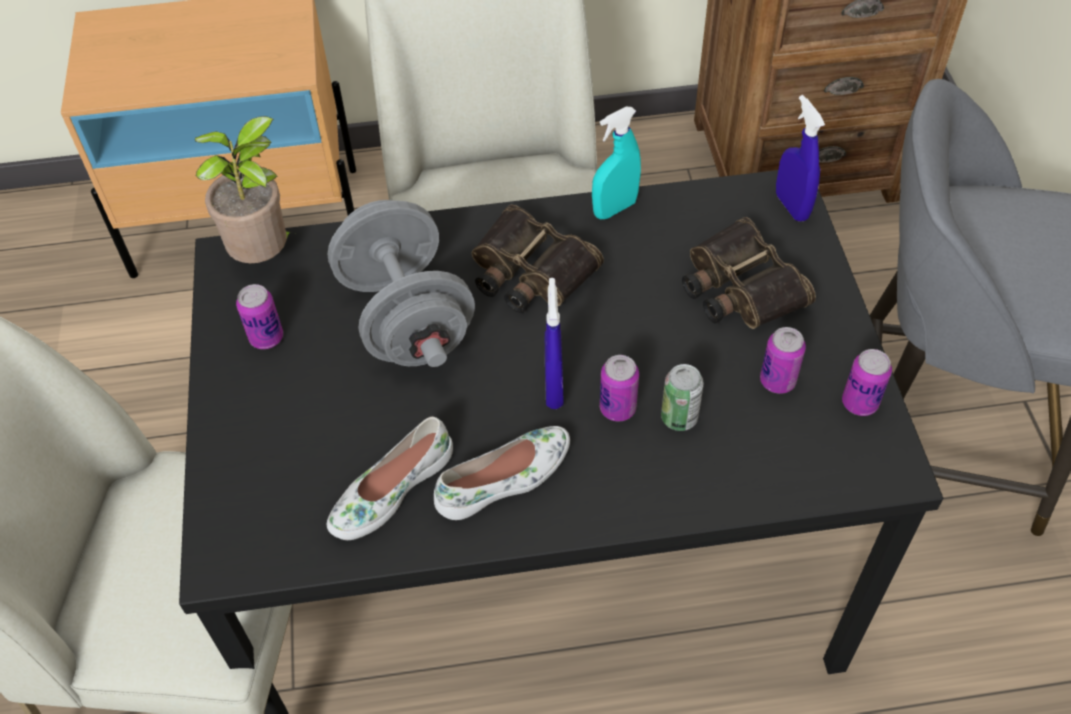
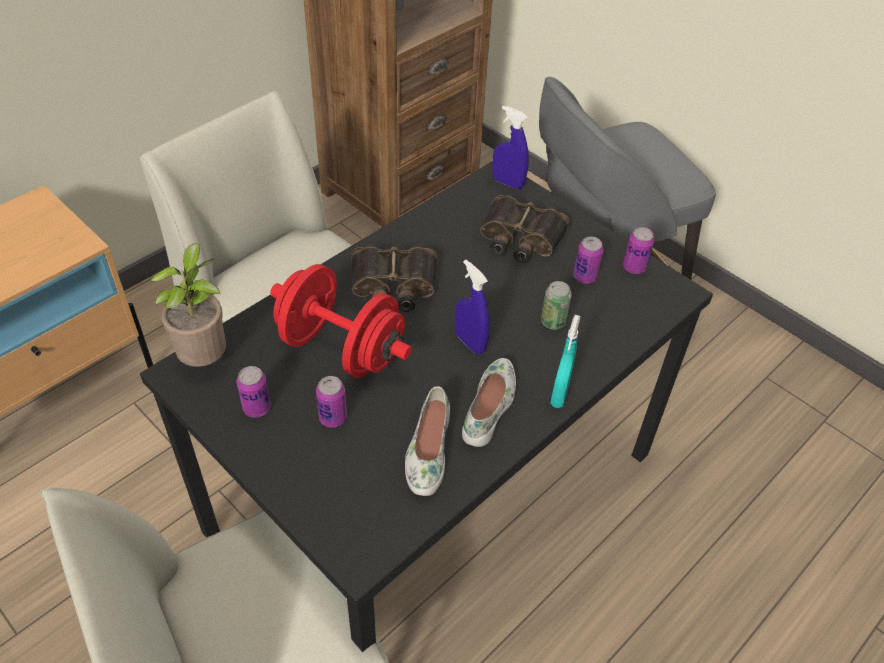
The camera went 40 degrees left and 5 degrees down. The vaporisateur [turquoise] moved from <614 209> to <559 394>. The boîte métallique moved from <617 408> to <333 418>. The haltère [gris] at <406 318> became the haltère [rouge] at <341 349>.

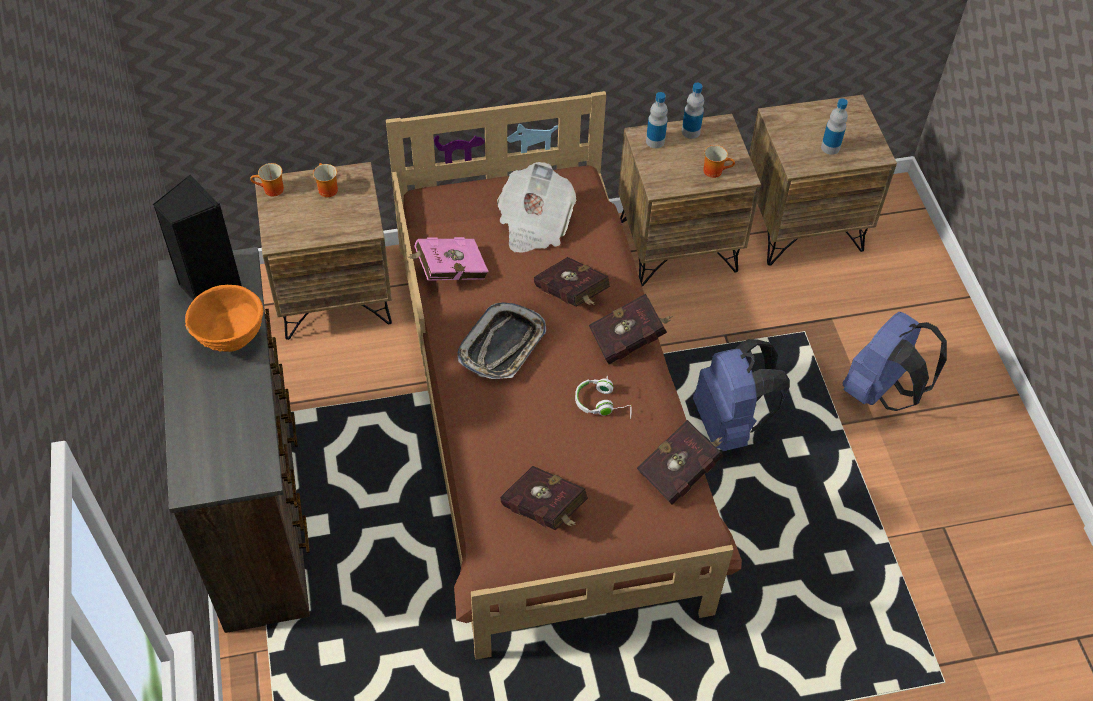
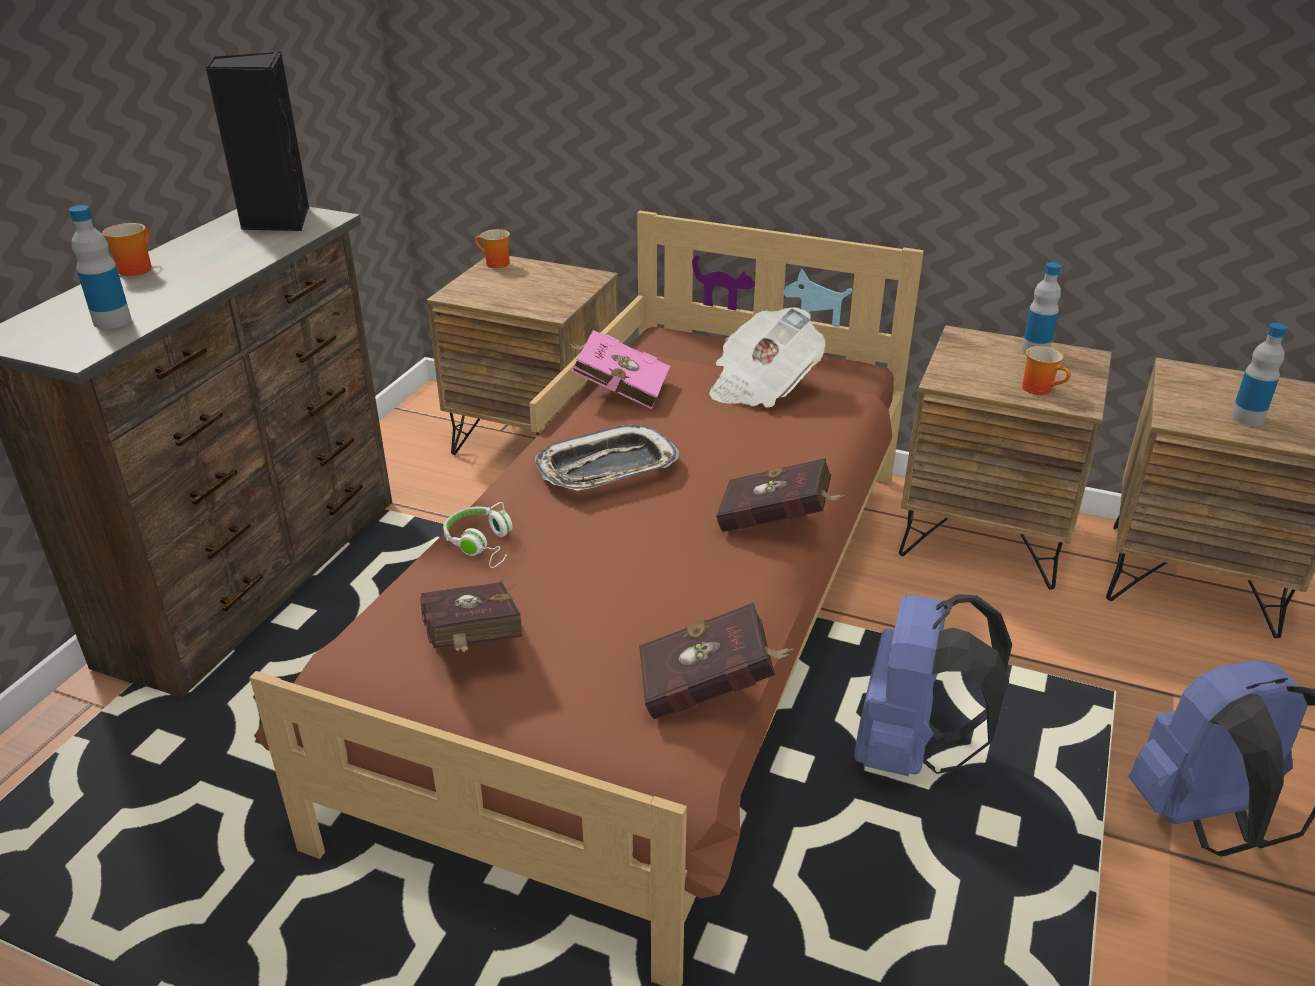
The camera went 35 degrees right and 20 degrees down. The bol [orange] at <231 339> disappeared. The livre [rouge] at <572 296> disappeared. The mug moved from <325 189> to <135 268>. The casque audio [blanc] moved from <602 403> to <483 544>. The bouteille moved from <655 141> to <112 321>.

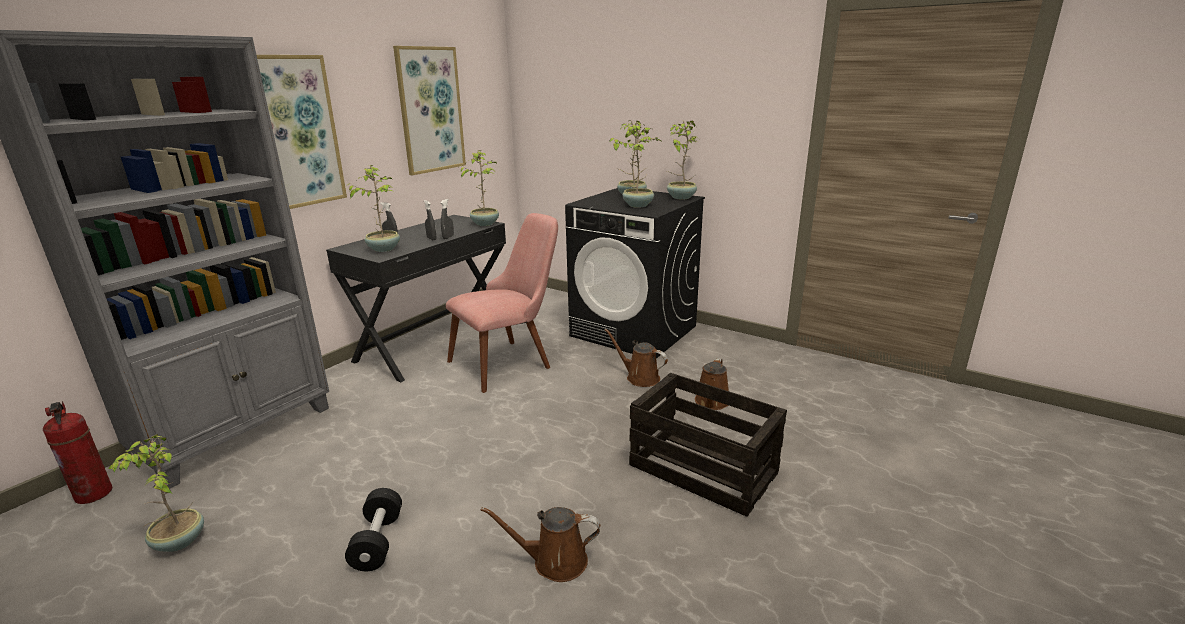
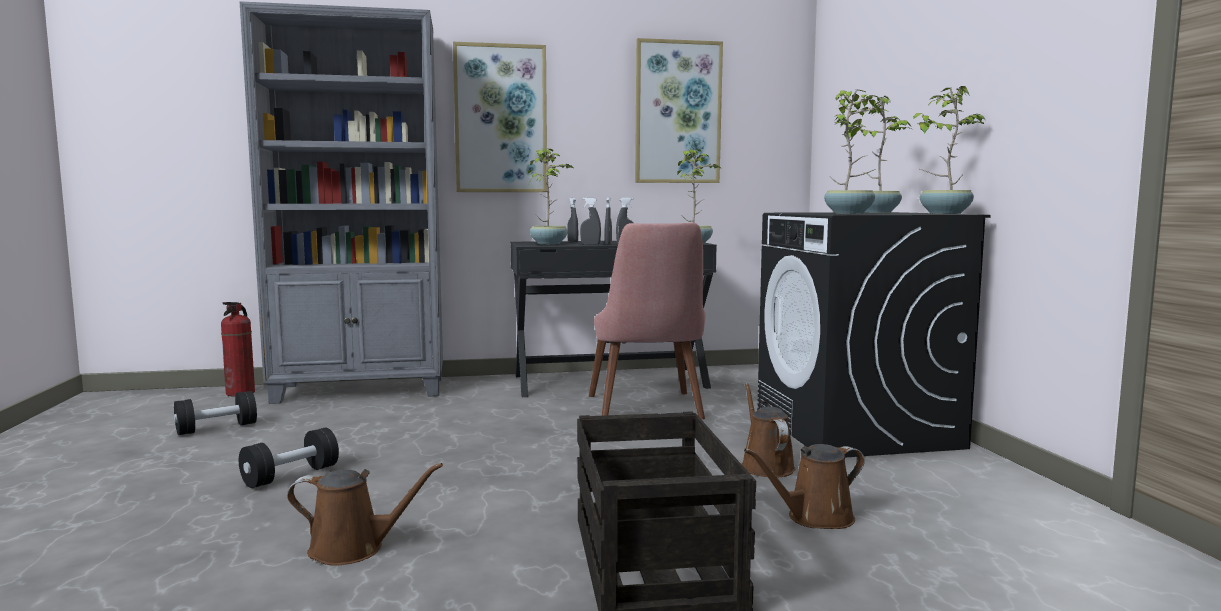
The camera went 45 degrees right and 15 degrees down. The vaporisateur [gris] at <590 245> appeared. The plante en pot at <178 542> was replaced by the haltère [noir] at <217 428>. The chaise [rose] at <510 360> turned 75 degrees clockwise. The arrosoir [marron] at <554 561> turned 135 degrees clockwise.

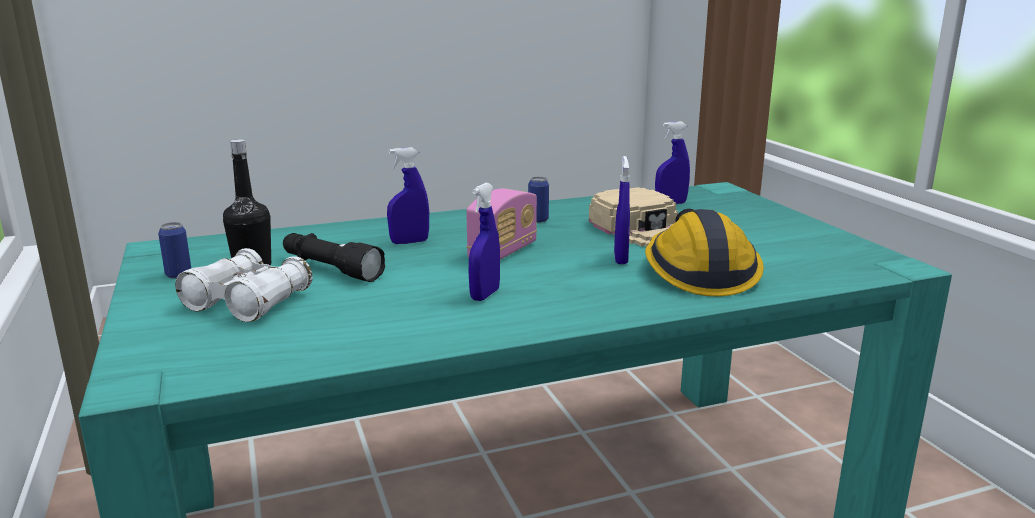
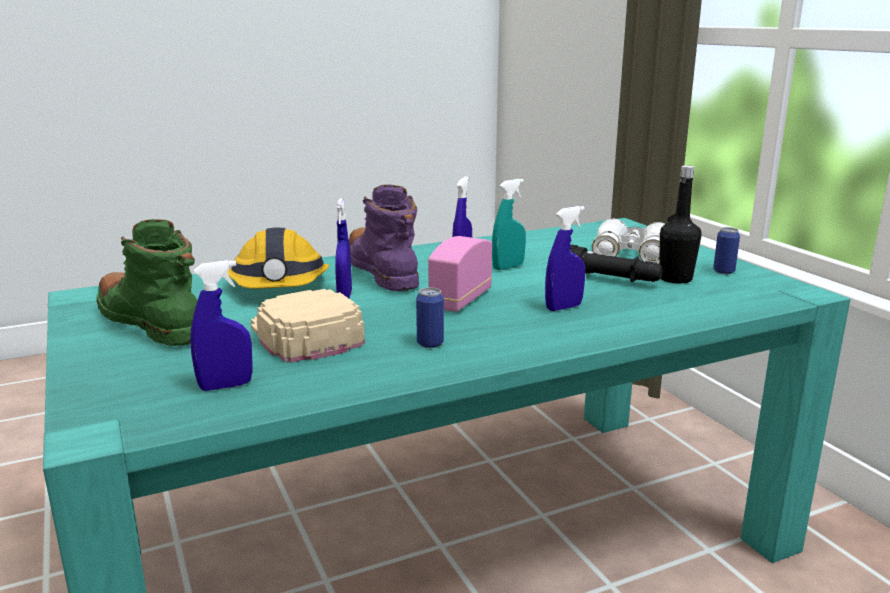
The camera went 175 degrees right and 0 degrees up. The botte [vert] at <152 324> appeared. The botte [violet] at <383 272> appeared. The vaporisateur [turquoise] at <508 267> appeared.

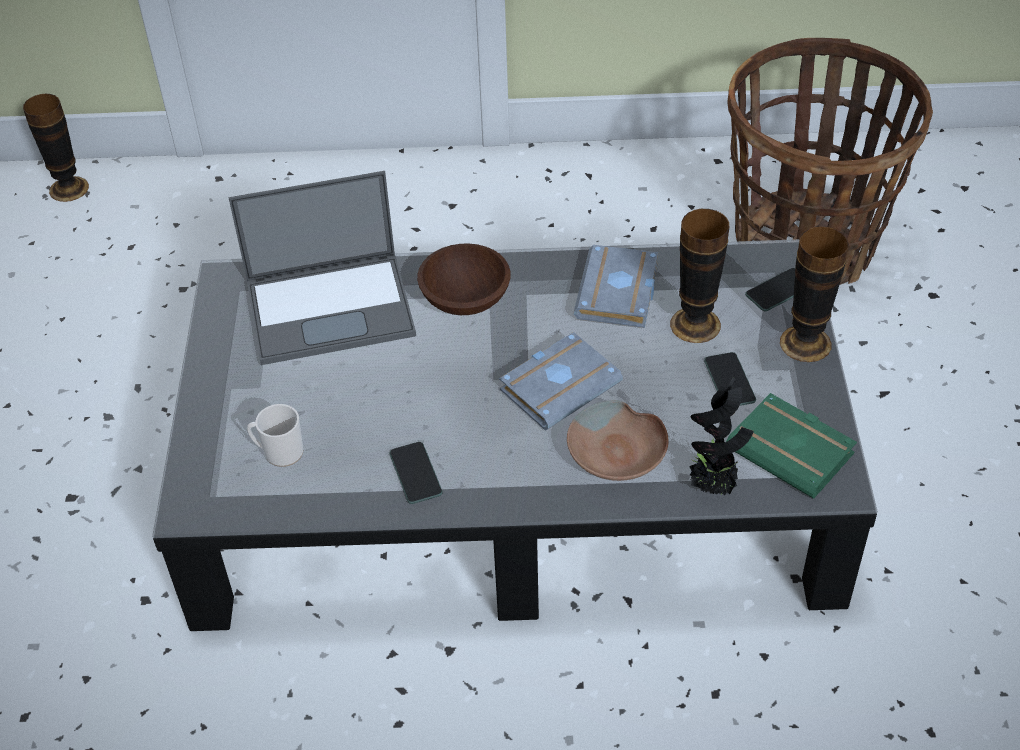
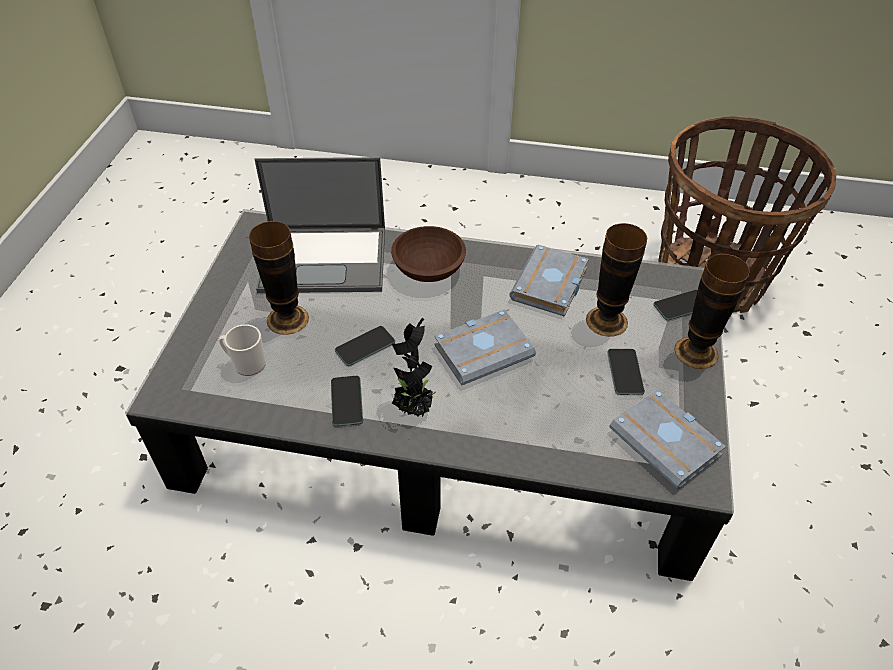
The camera went 10 degrees right and 0 degrees up. The bol [marron] at <618 454> disappeared. The téléphone at <365 346> appeared. The vase moved from <69 188> to <287 319>. The plante en pot moved from <714 487> to <415 408>. The livre [vert] at <793 451> became the livre [gris] at <668 443>.

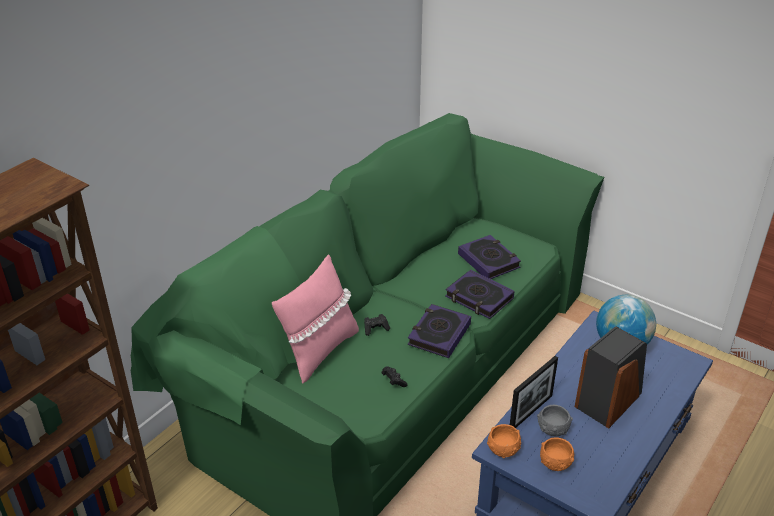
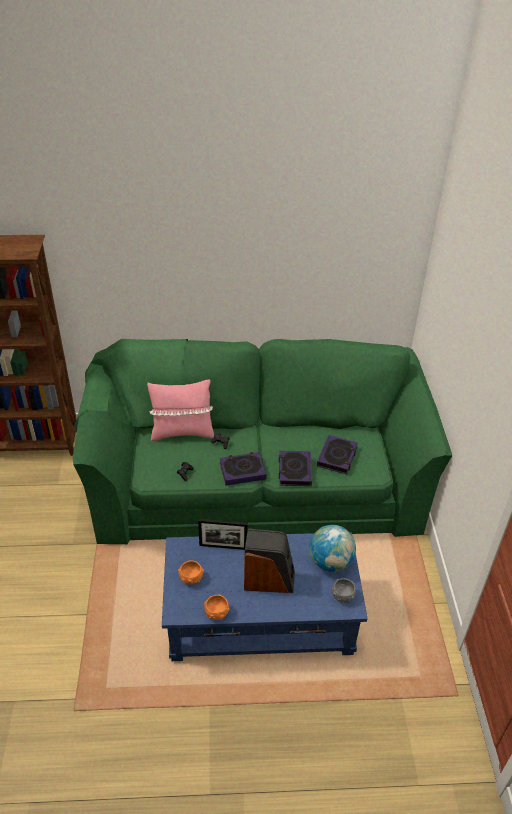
The camera went 50 degrees right and 5 degrees up. The bol [orange] moved from <503 449> to <217 612>. The bol [gris] moved from <553 429> to <343 596>.

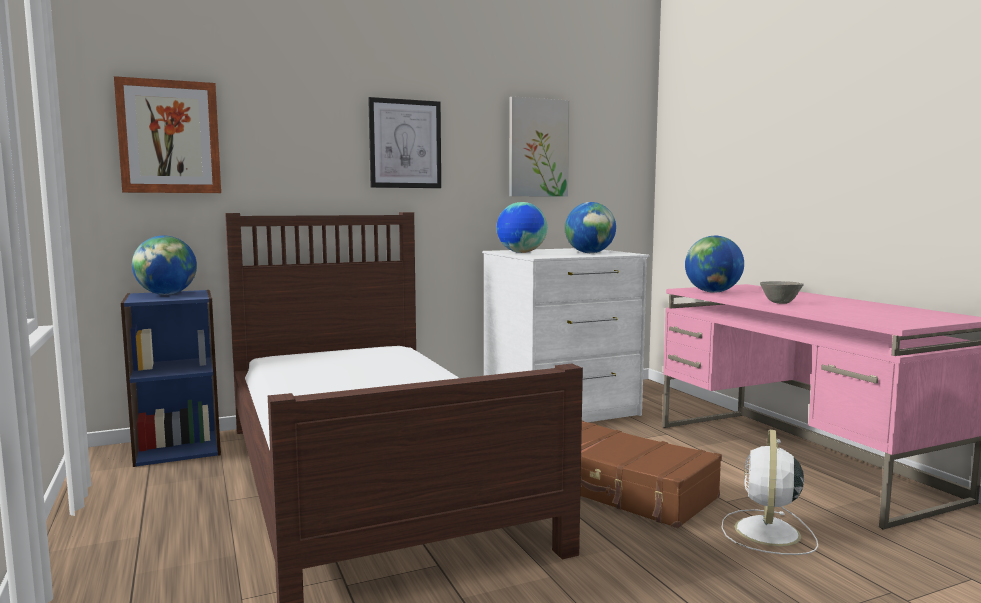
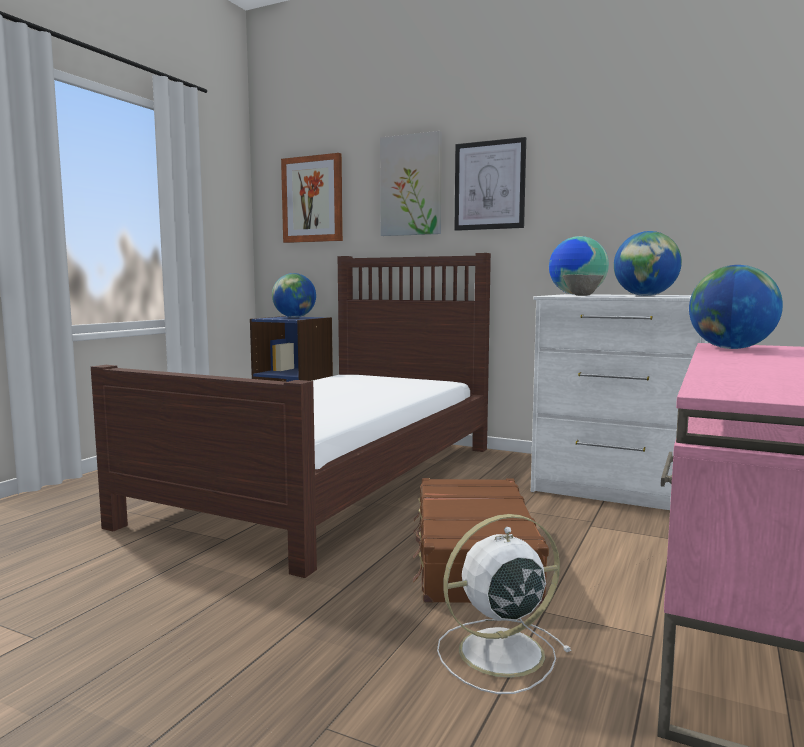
The camera went 50 degrees right and 0 degrees up. The tableau moved from <538 148> to <411 185>. The bol [gris] moved from <780 303> to <582 295>.

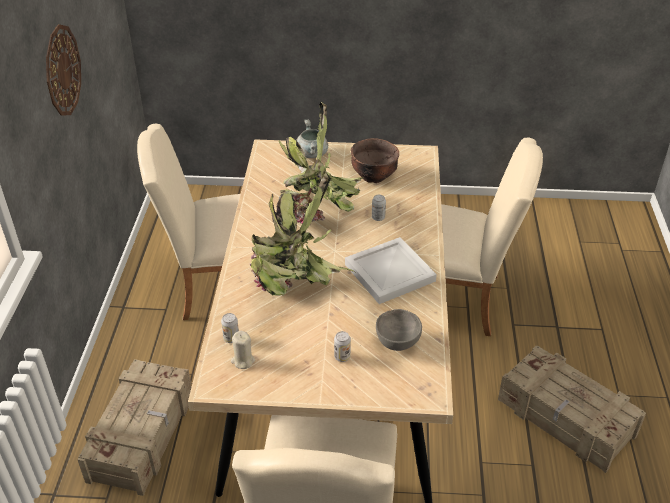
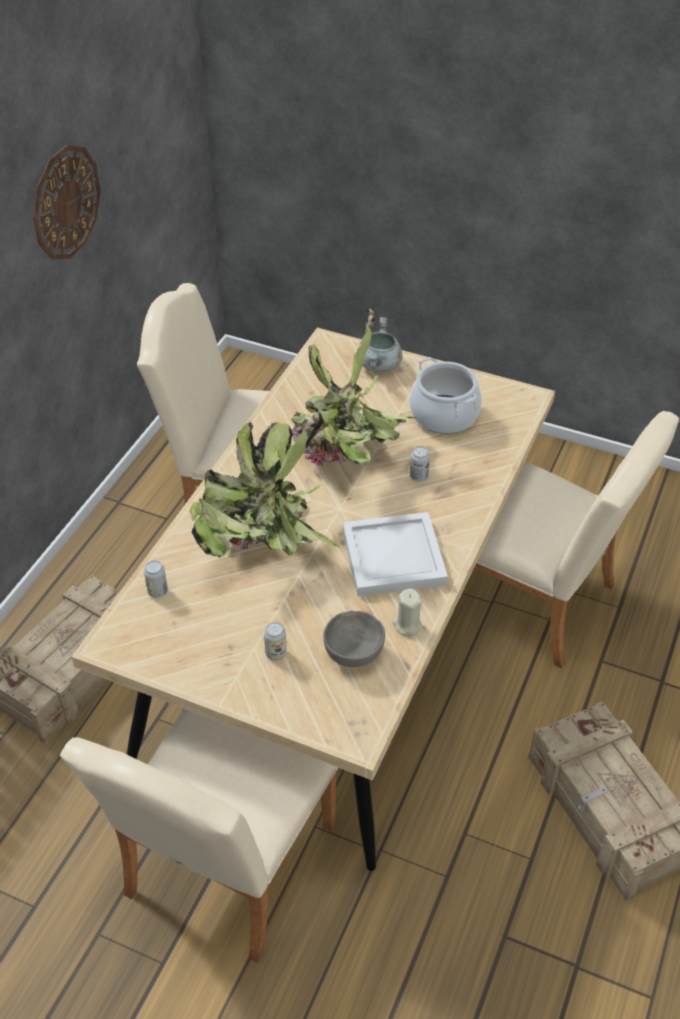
The camera went 20 degrees right and 5 degrees up. The bougie [beige] moved from <243 361> to <407 625>. The bol [marron] at <373 176> was replaced by the marmite at <443 415>.

